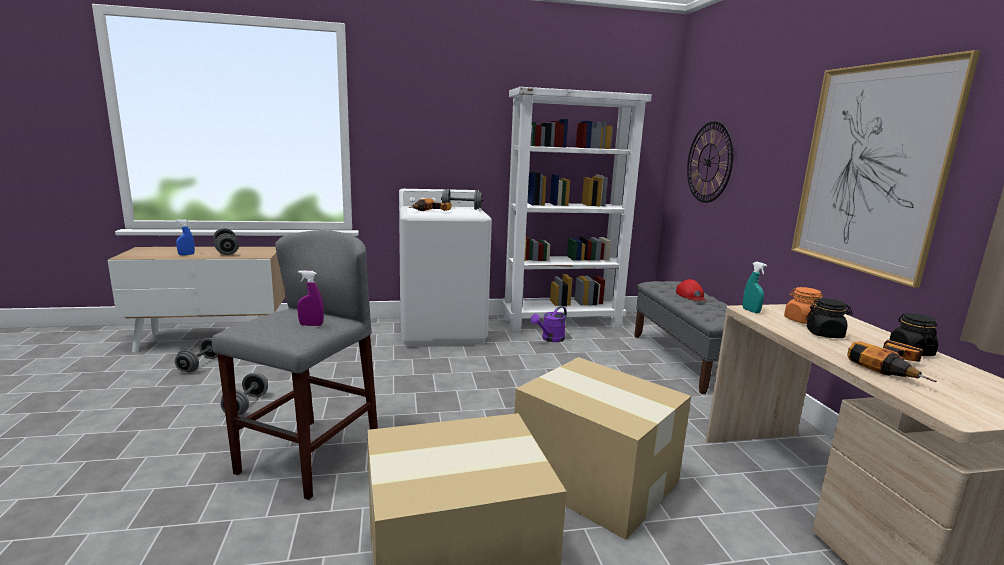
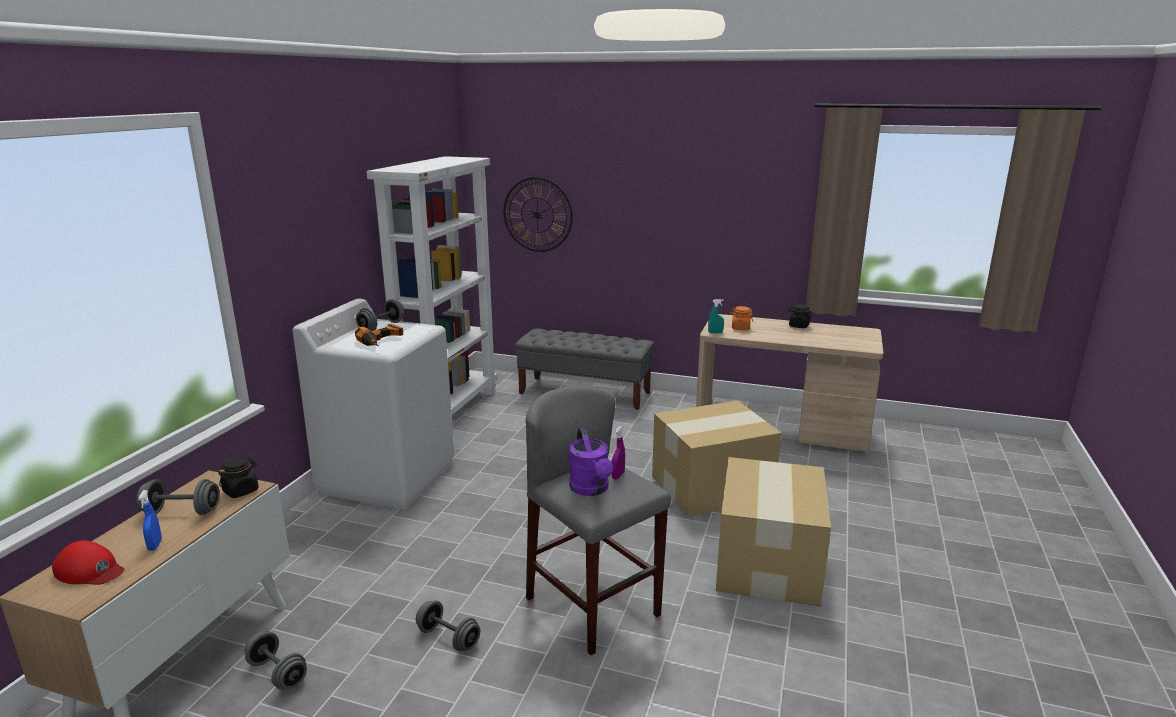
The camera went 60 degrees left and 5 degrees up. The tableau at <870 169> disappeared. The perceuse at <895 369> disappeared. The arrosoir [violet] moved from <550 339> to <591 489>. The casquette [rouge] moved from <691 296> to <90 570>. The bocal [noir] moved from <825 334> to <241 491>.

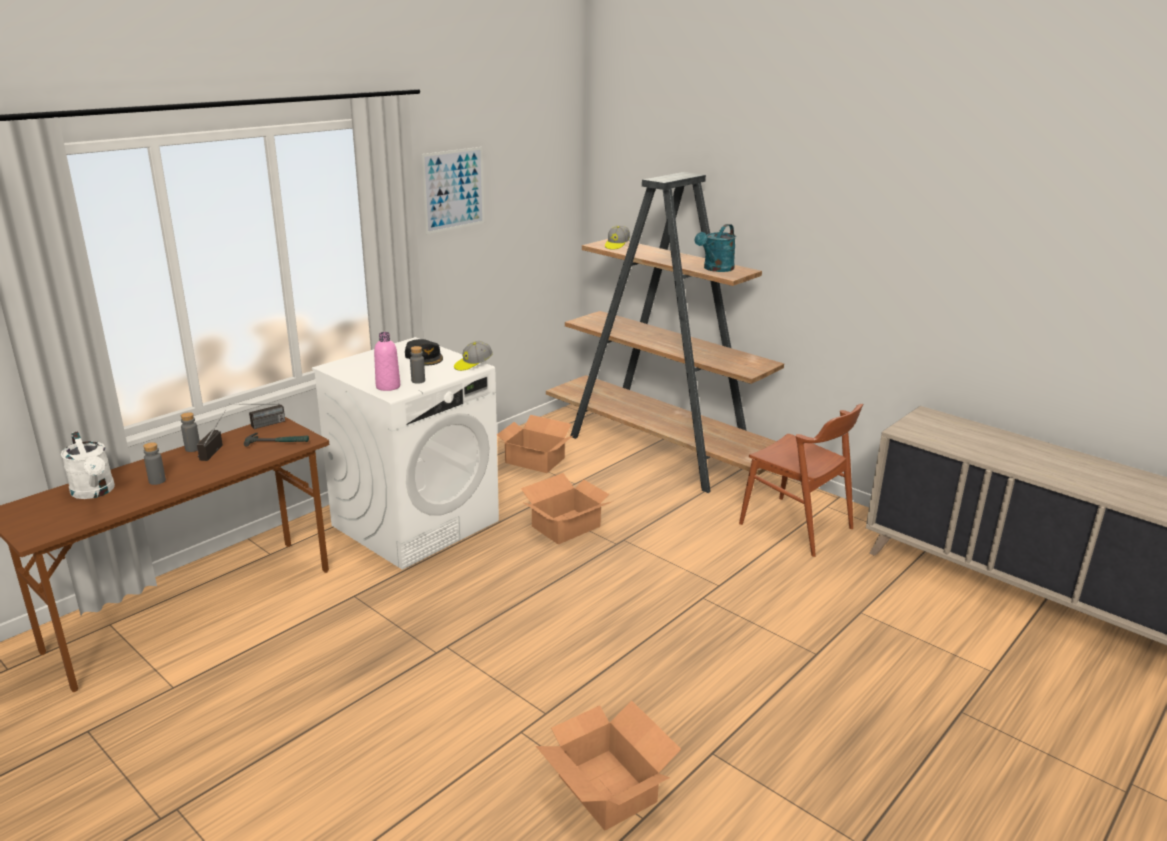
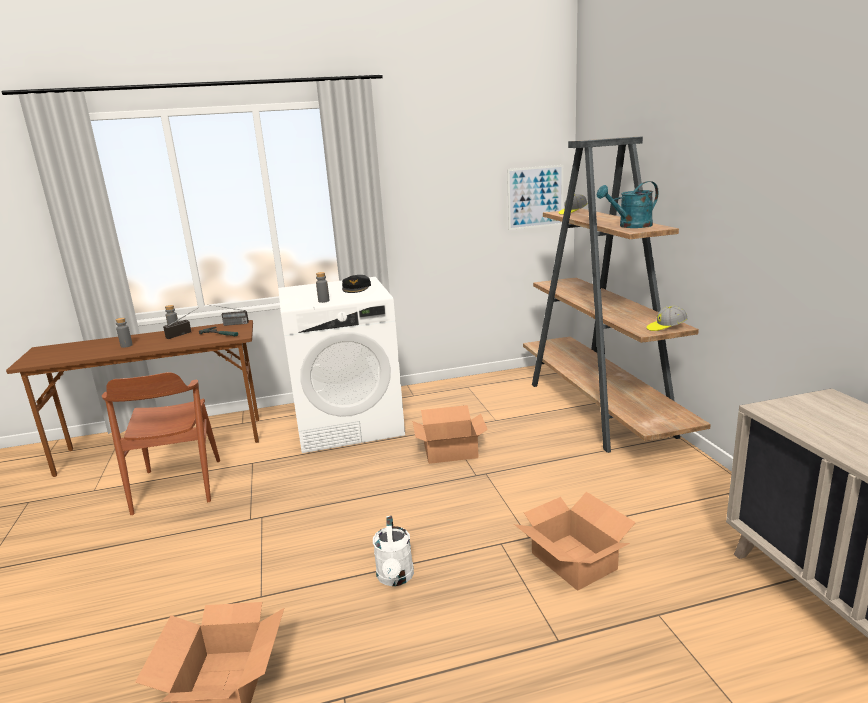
The camera went 35 degrees right and 5 degrees down. The bouteille [rose] at <388 386> disappeared. The arrosoir [blanc] moved from <95 492> to <395 578>. The tableau moved from <453 190> to <535 197>. The casquette moved from <473 365> to <666 327>. The carton moved from <534 460> to <573 560>. The chaise [marron] moved from <796 526> to <177 486>.

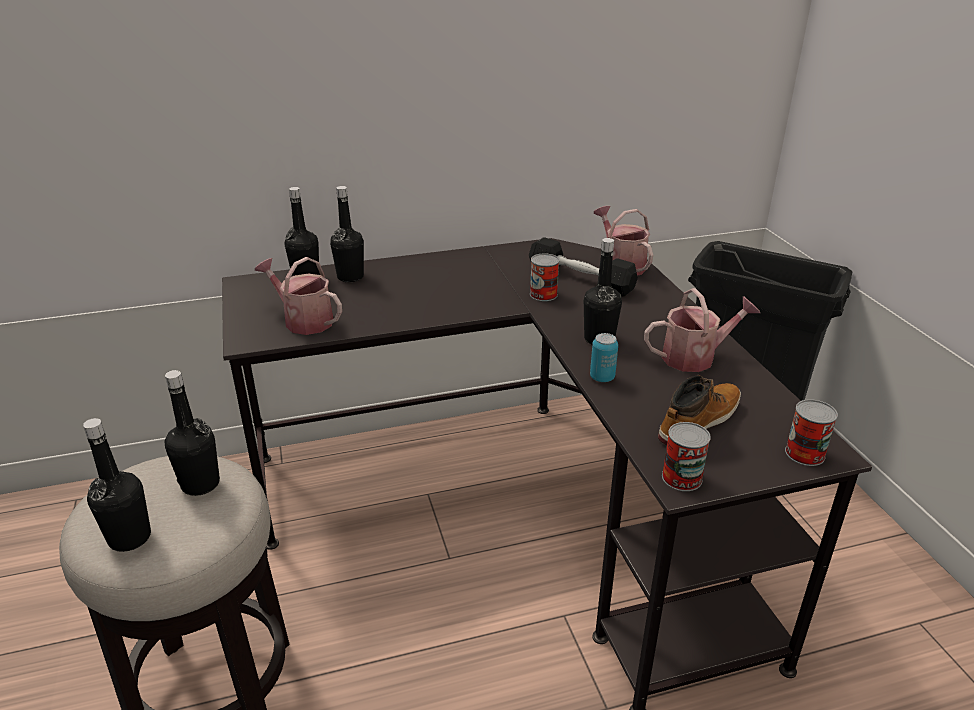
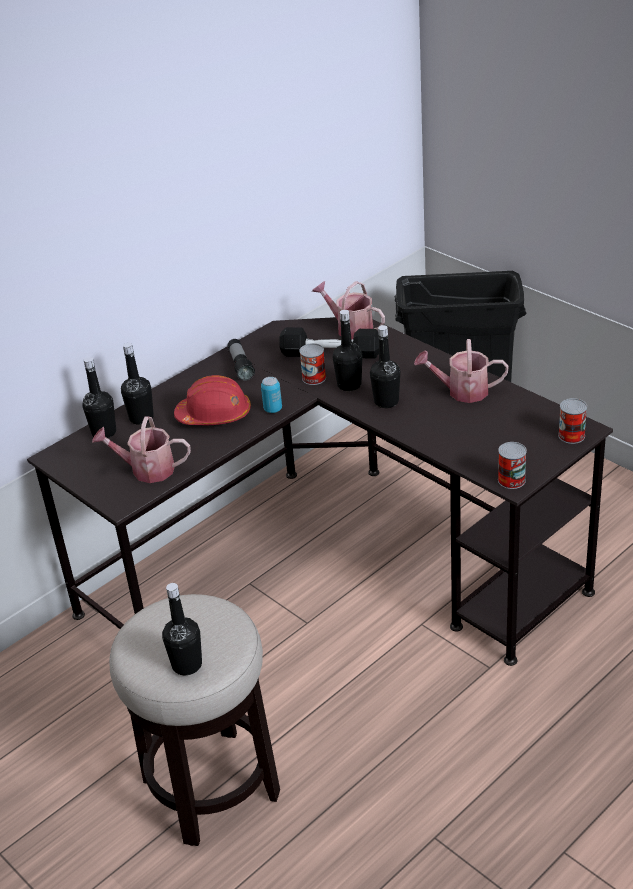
The camera went 25 degrees left and 5 degrees up. The botte at <697 422> disappeared. The casque de chantier [rouge] at <214 415> appeared. The lampe de poche at <241 366> appeared. The bouteille [noir] moved from <200 484> to <349 385>. The boîte métallique moved from <602 377> to <273 409>. The arrosoir at <695 357> turned 135 degrees counterclockwise.

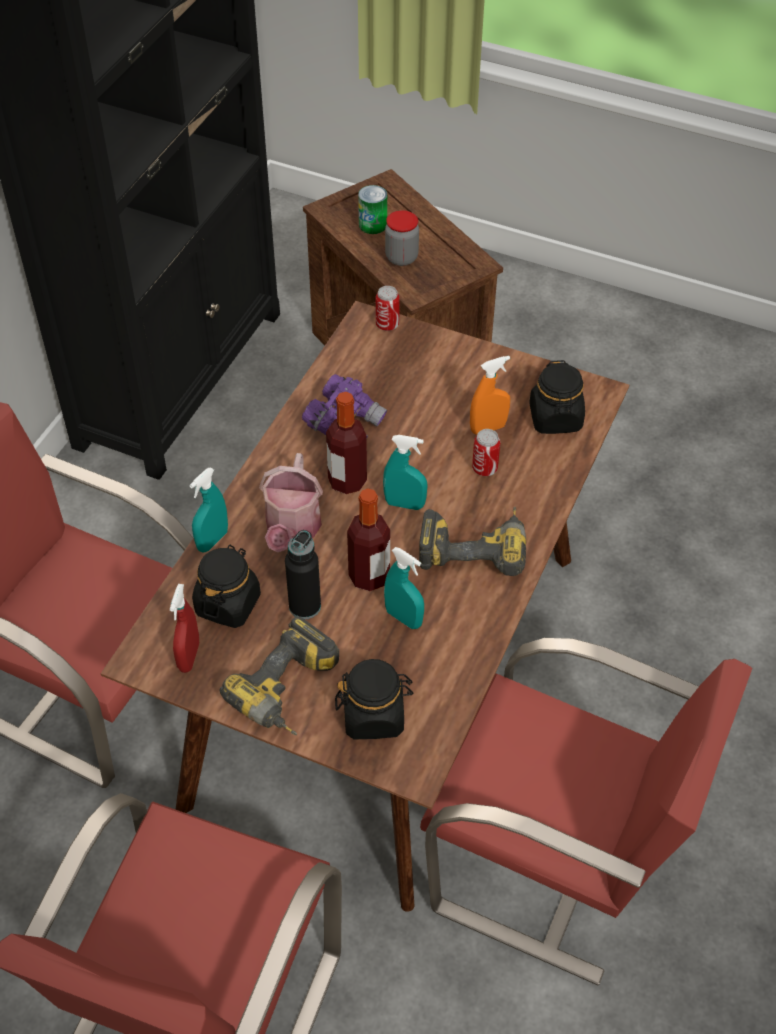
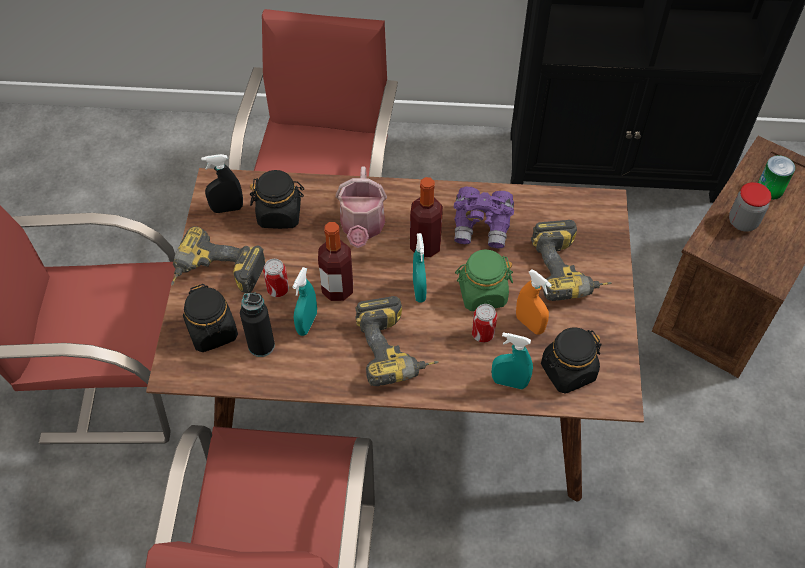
The camera went 70 degrees right and 5 degrees up. The bocal [vert] at <482 293> appeared. The perceuse at <569 270> appeared. The vaporisateur [turquoise] moved from <212 540> to <509 382>. The bouteille [noir] moved from <305 606> to <261 345>. The boîte métallique moved from <387 325> to <278 289>. The vaporisateur [rouge] at <189 657> became the vaporisateur [noir] at <227 208>. The arrosoir at <292 530> turned 75 degrees counterclockwise.

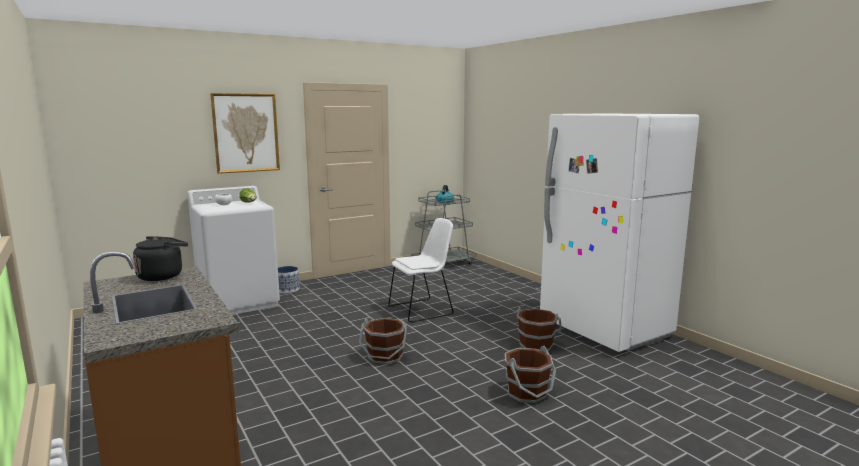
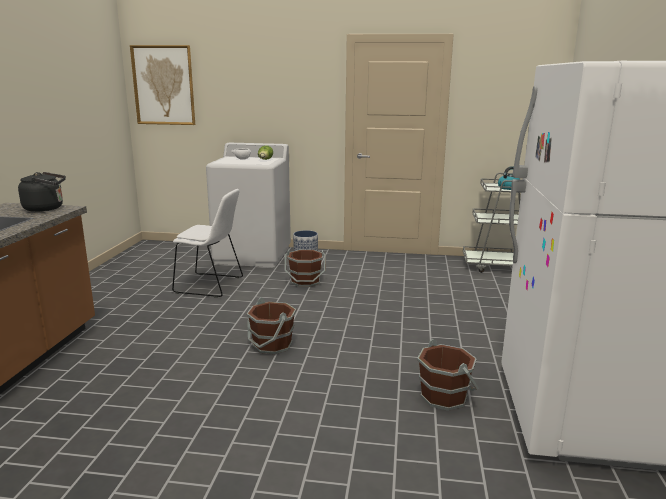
The camera went 40 degrees right and 5 degrees up. The tableau moved from <246 133> to <163 85>. The chaise [blanc] moved from <422 310> to <211 285>. The seau [marron] moved from <527 393> to <305 282>.

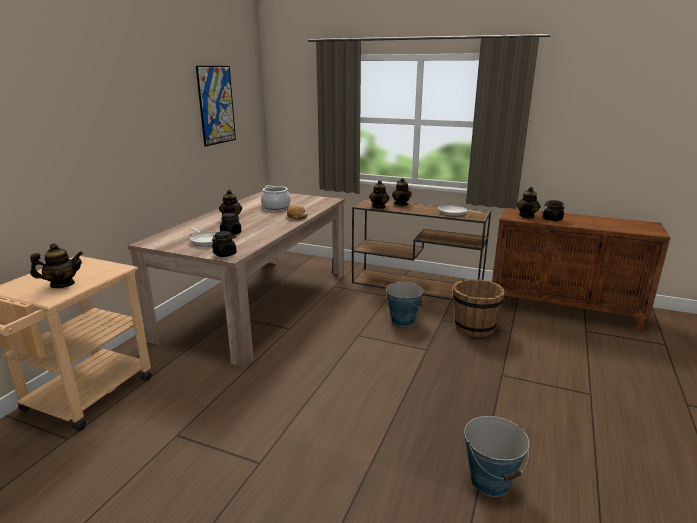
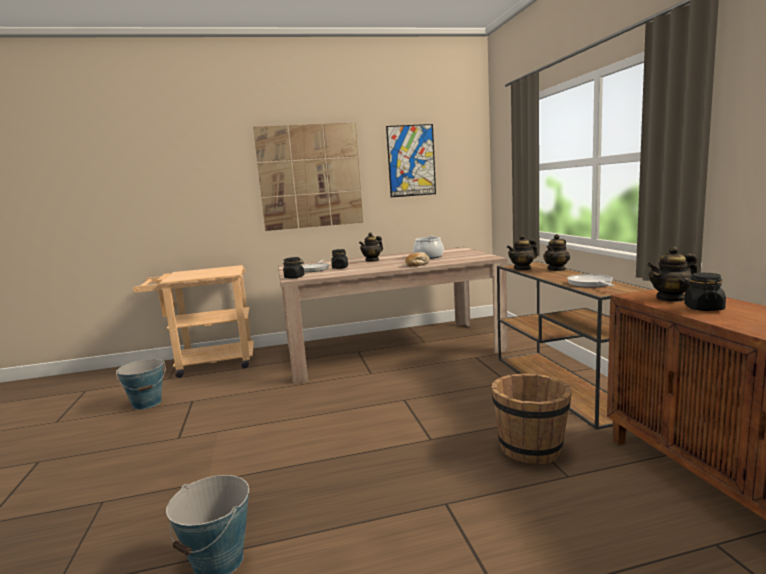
The camera went 55 degrees right and 10 degrees down. The théière at <62 284> disappeared. The tableau at <310 176> appeared. The seau moved from <403 320> to <147 403>.

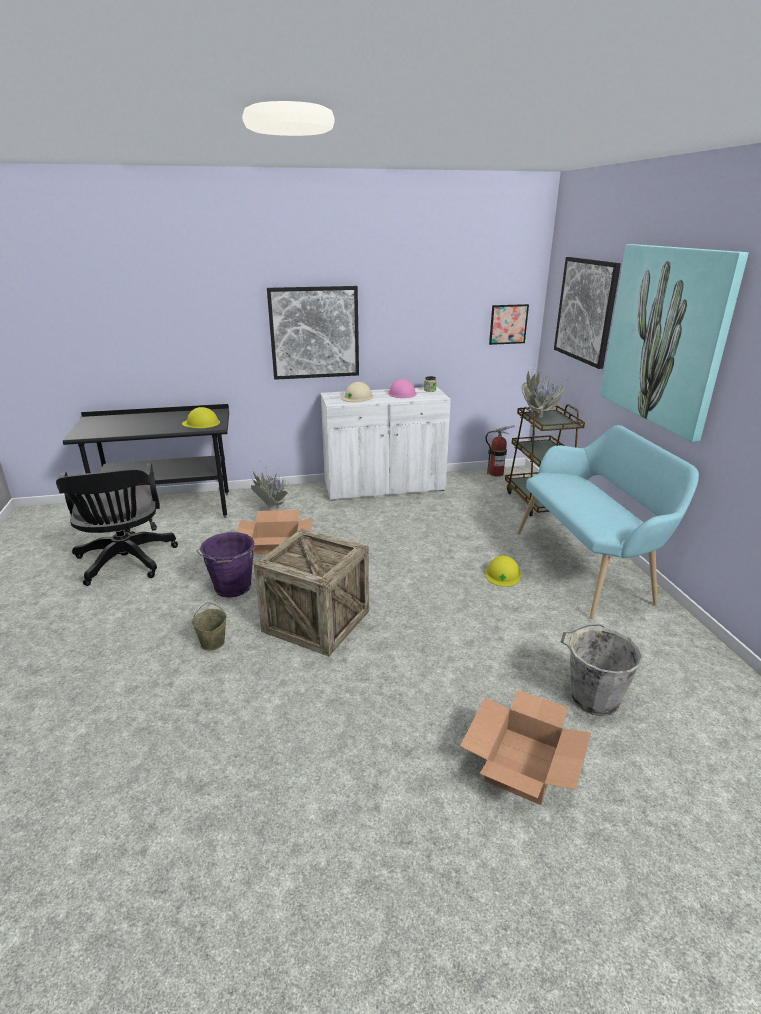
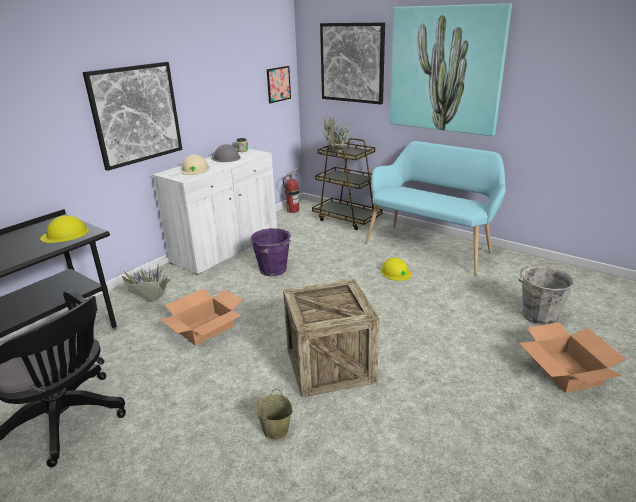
The camera went 40 degrees left and 0 degrees up. The seau [violet] moved from <232 588> to <274 270>. The casque de chantier [rose] at <402 393> became the casque de chantier [gris] at <226 158>.

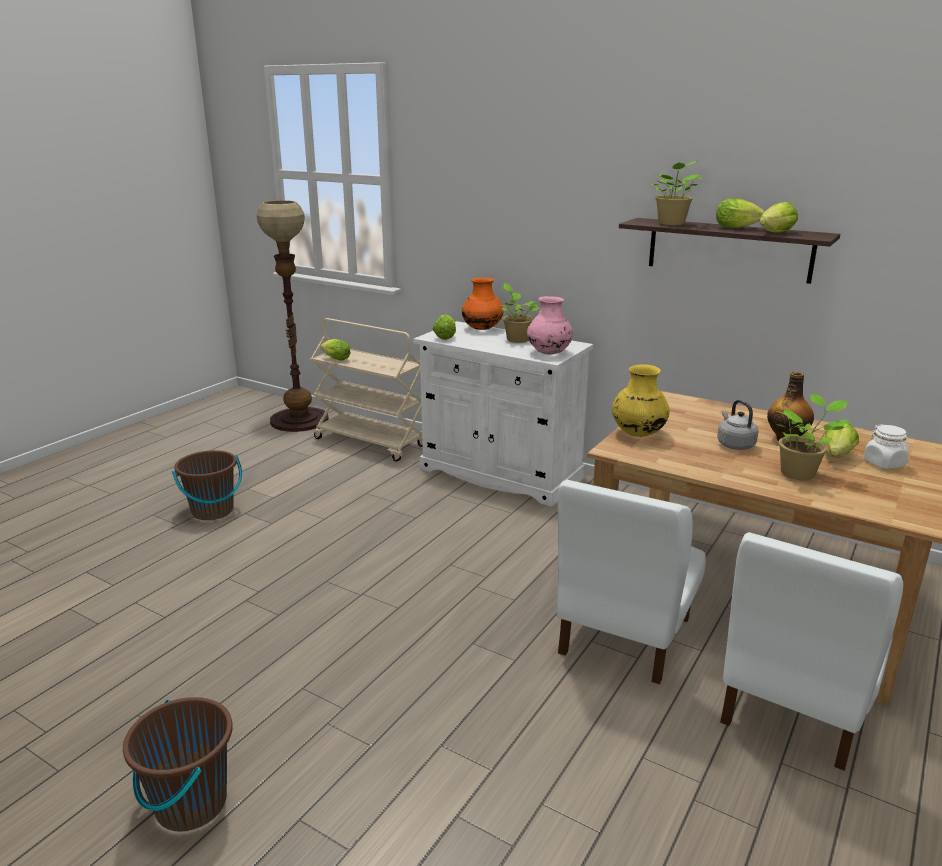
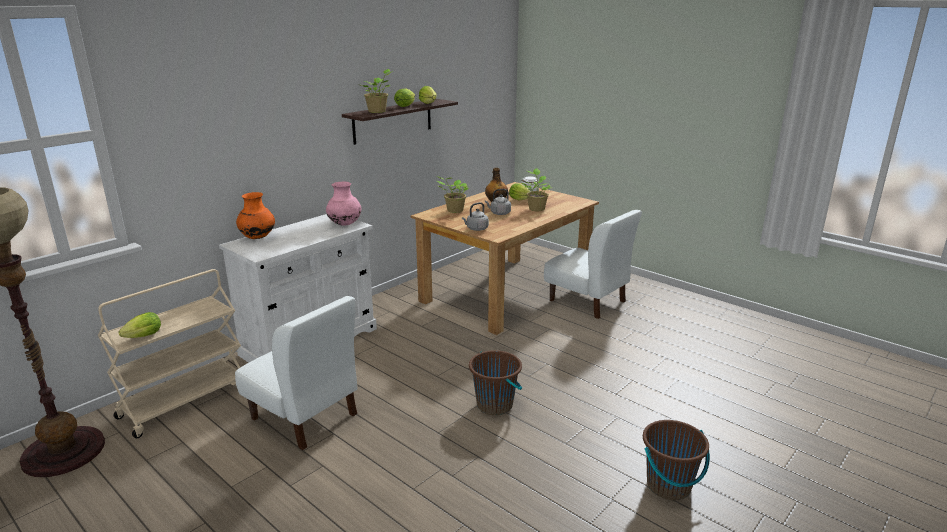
The camera went 80 degrees left and 0 degrees up. The laitue at <445 337> disappeared. The seau [marron] moved from <212 511> to <495 405>. The plante en pot moved from <516 339> to <454 210>. The chaise [blanc] moved from <624 635> to <304 416>. The vase [jaune] at <638 434> was replaced by the bouilloire [gris] at <476 229>.

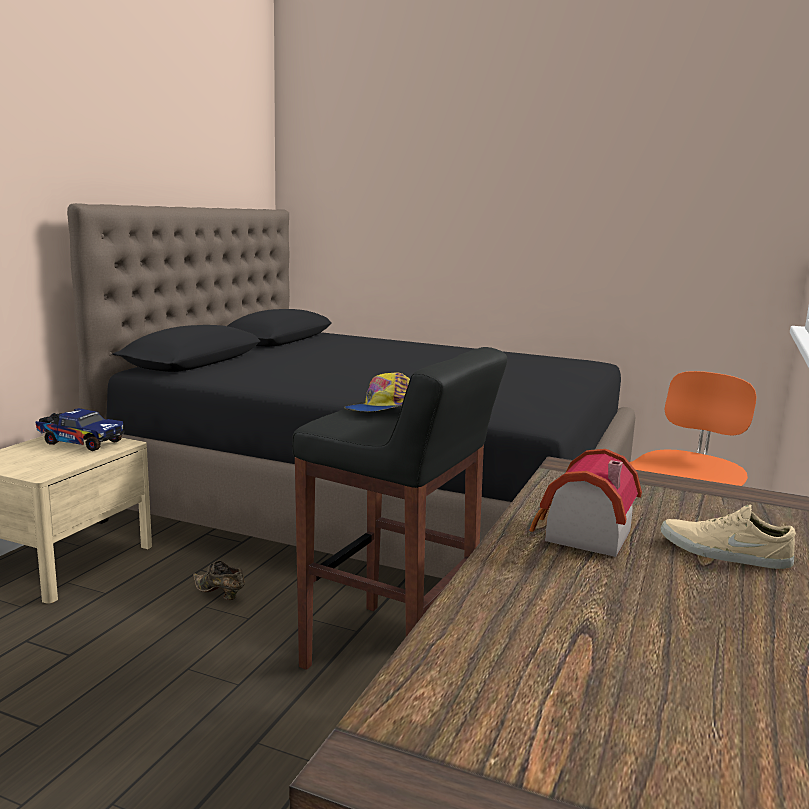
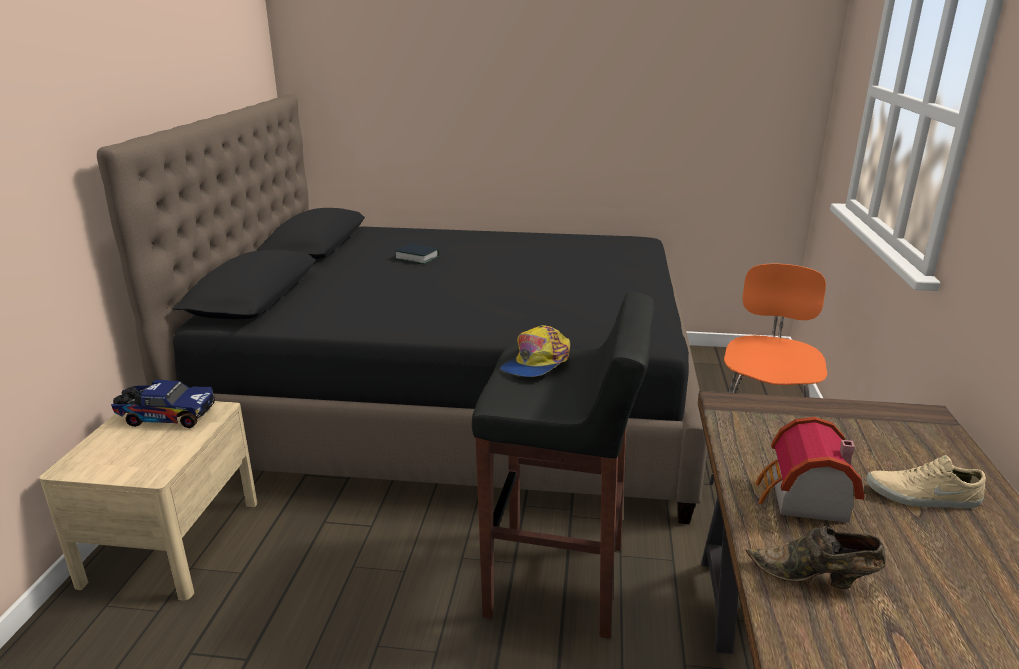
The camera went 15 degrees left and 10 degrees up. The livre at <417 258> appeared. The chaussure [marron] moved from <219 593> to <814 578>.

